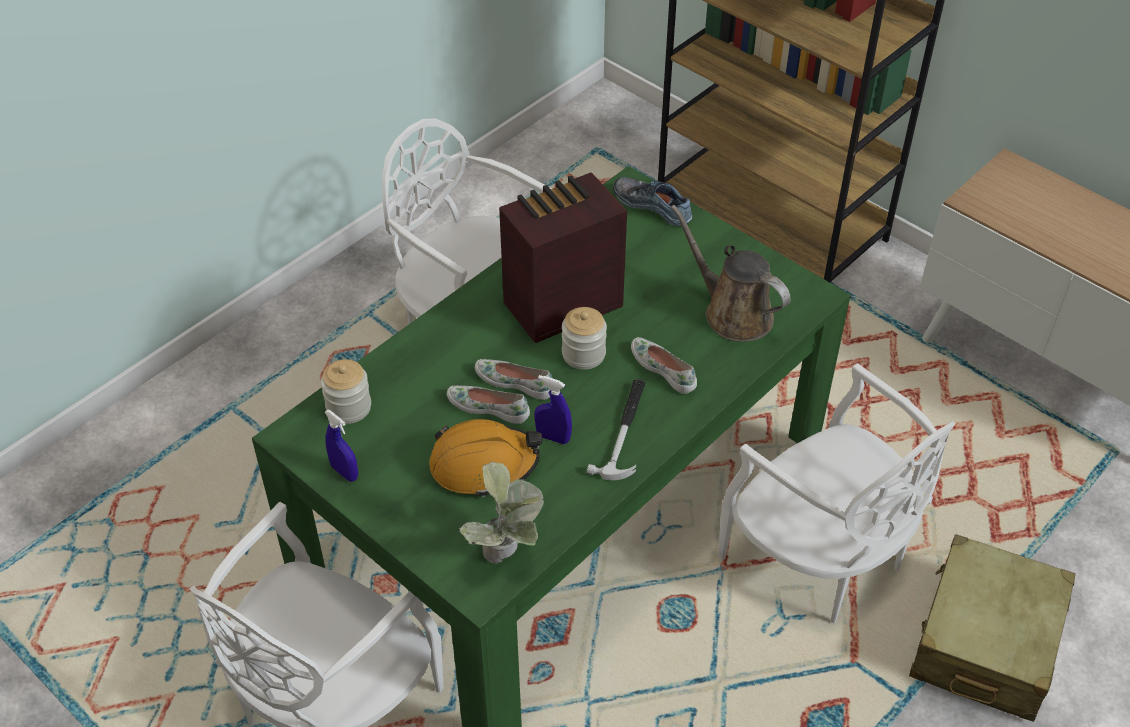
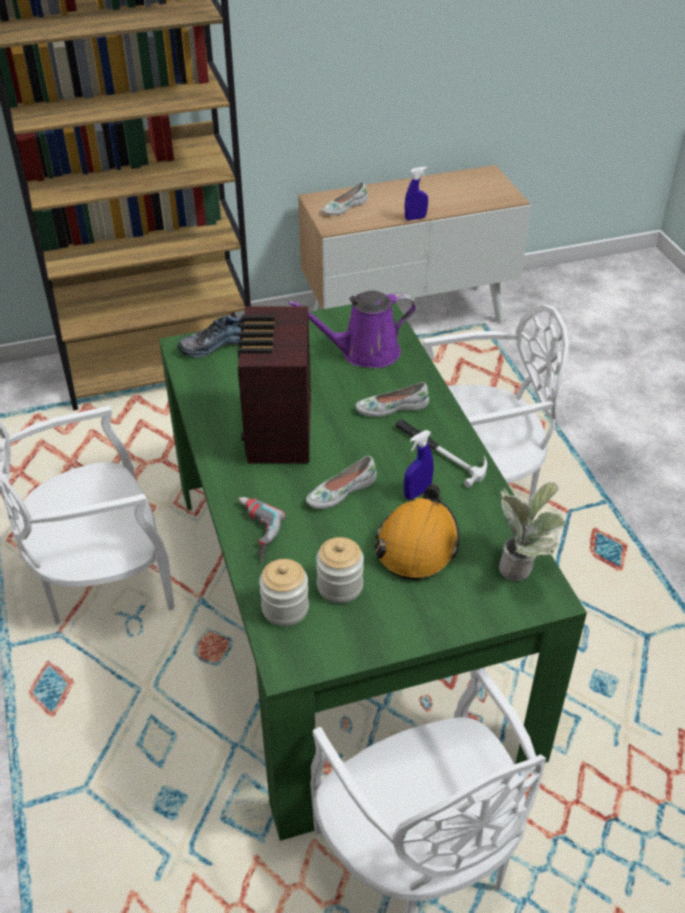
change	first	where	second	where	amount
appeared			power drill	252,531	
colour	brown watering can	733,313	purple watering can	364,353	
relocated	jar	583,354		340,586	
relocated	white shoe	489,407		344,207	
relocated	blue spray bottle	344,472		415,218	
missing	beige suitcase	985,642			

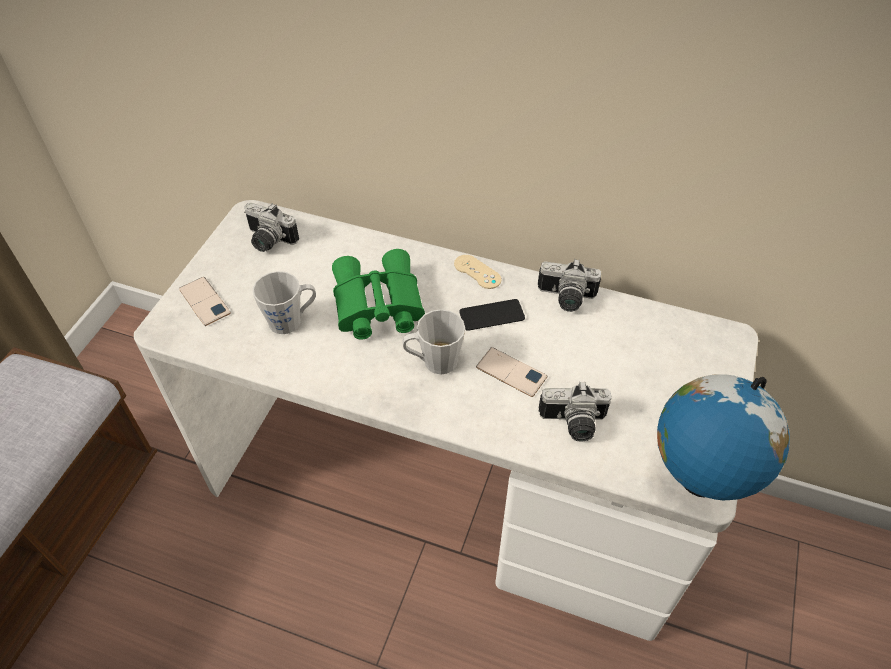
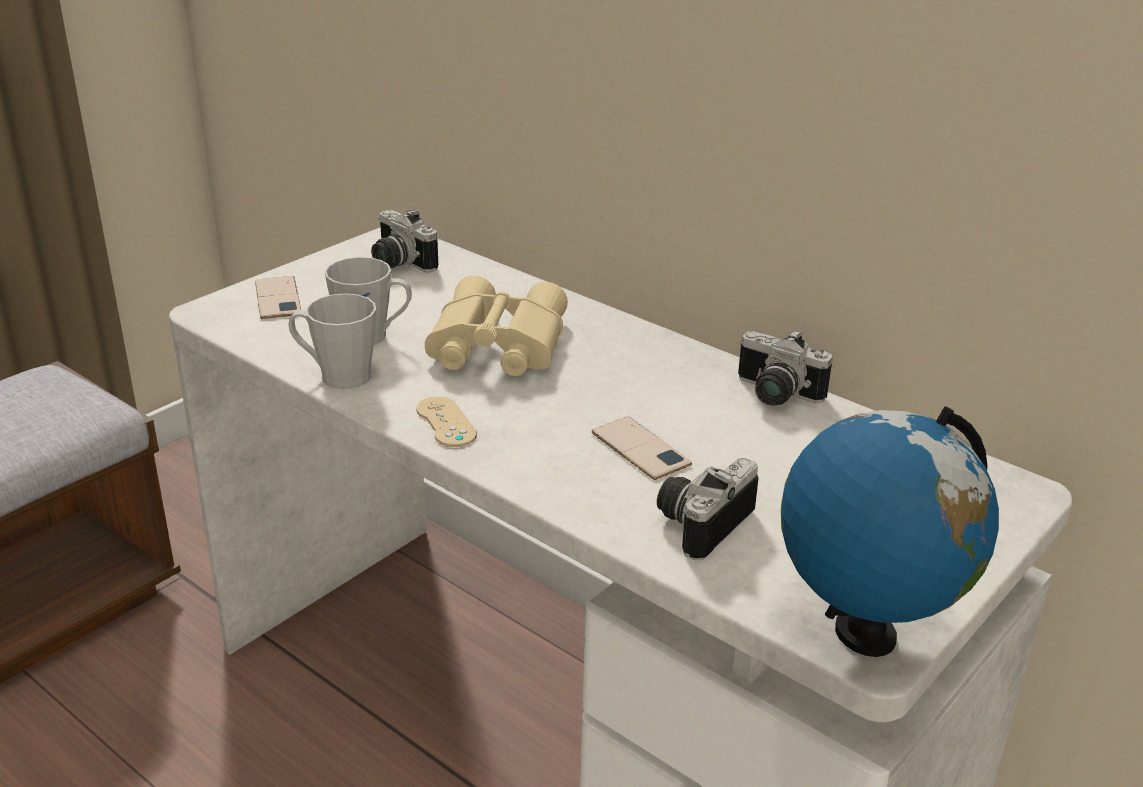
change	first	where	second	where	amount
relocated	grey mug	434,362		336,375	
relocated	beige game controller	477,272		446,422	
colour	green binoculars	376,305	beige binoculars	494,346	
spun	photo camera	573,424		699,523	105 degrees clockwise
missing	phone	492,315			

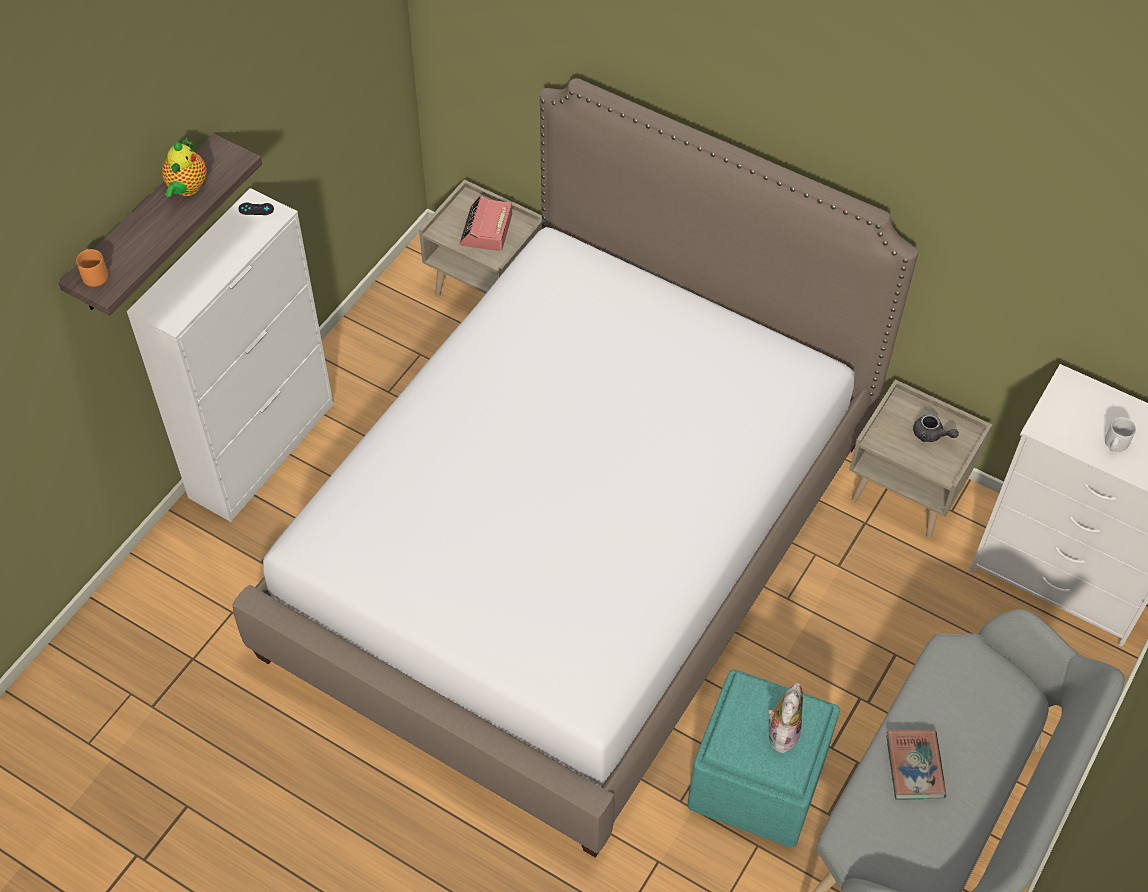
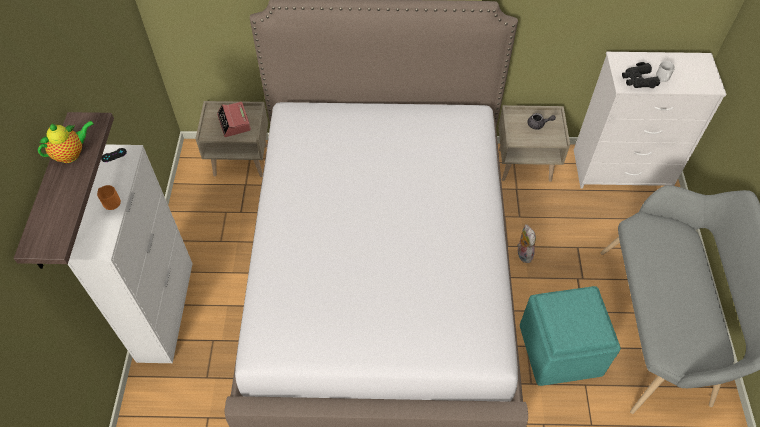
change	first	where	second	where	amount
spun	teapot	187,189		72,154	105 degrees counterclockwise
relocated	orange mug	94,274		110,202	
relocated	plush toy	781,732		523,253	
appeared			black binoculars	638,80	
missing	book	914,767			

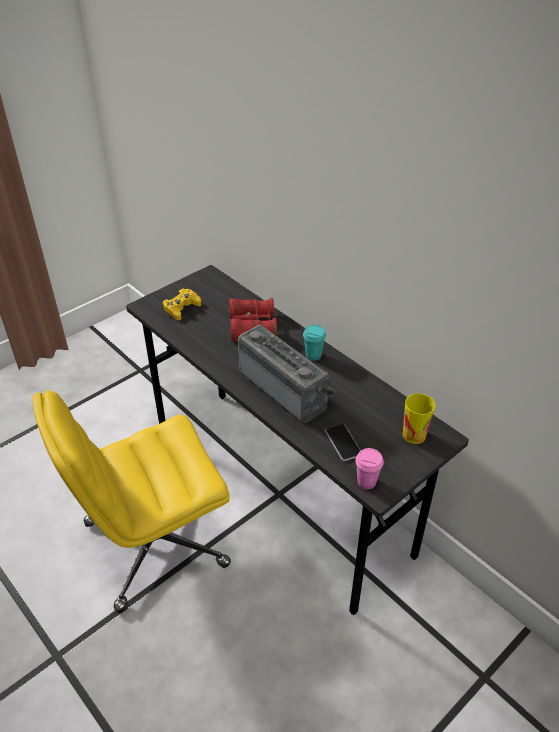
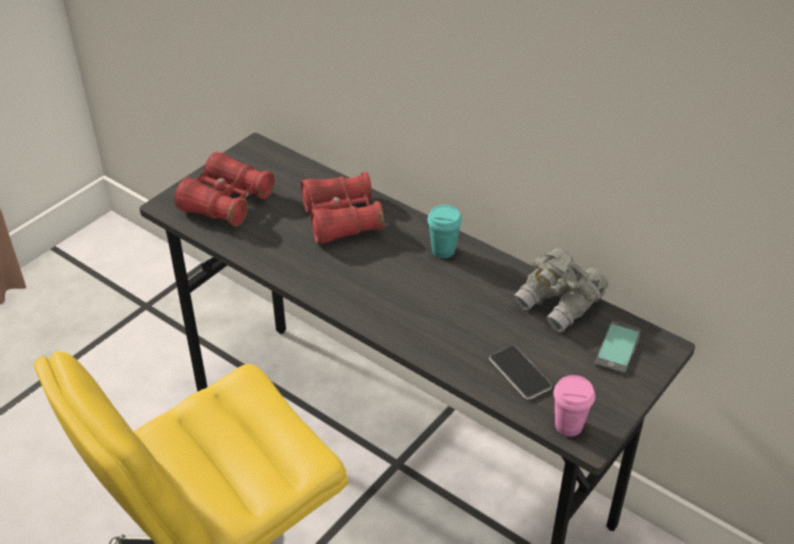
change	first	where	second	where	amount
exchanged	yellow game controller	181,308	red binoculars	227,202	
appeared			grey binoculars	559,304	
exchanged	cup	414,435	phone	618,349	
missing	radio	286,388			

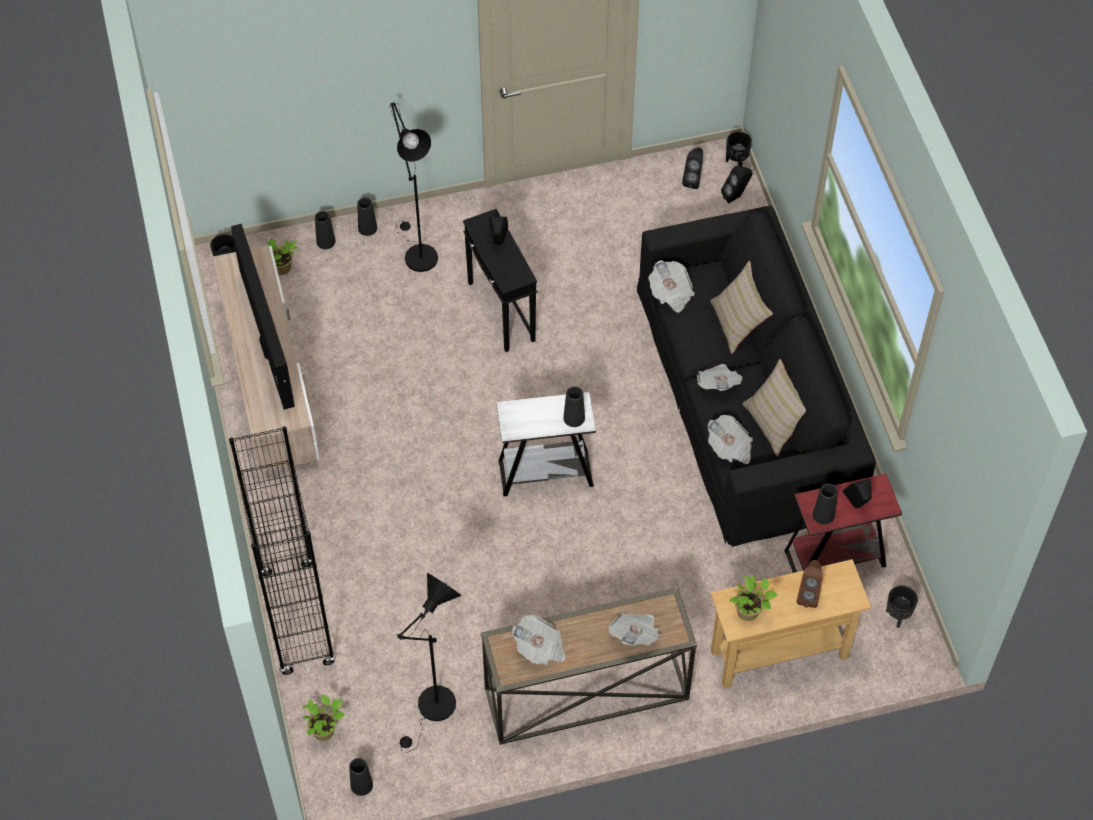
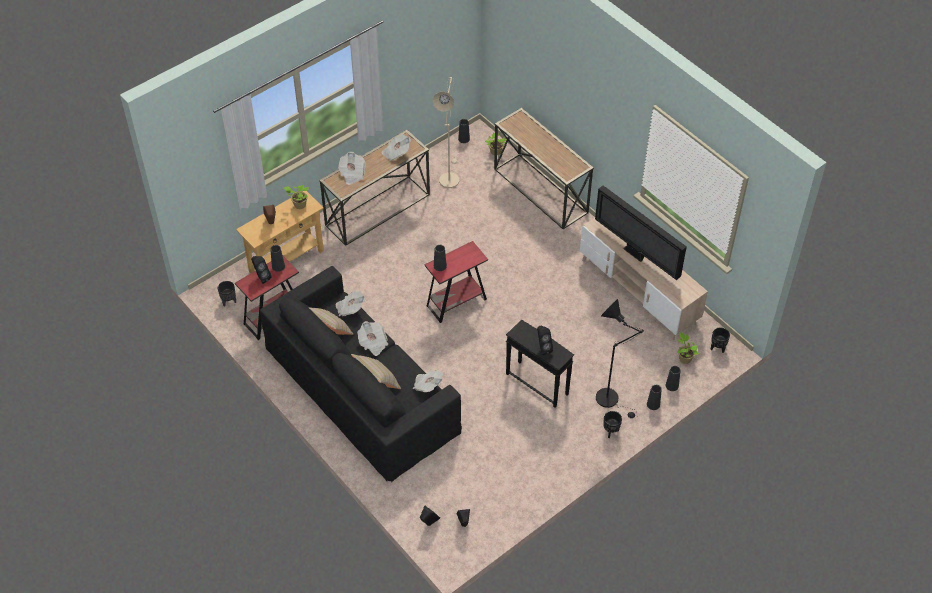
change	first	where	second	where	amount
colour	white side table	545,473	red side table	456,302	
colour	black floor lamp	433,710	beige floor lamp	449,177	
exchanged	black bookcase	297,618	console table	541,190	
relocated	black planter	737,162		610,432	

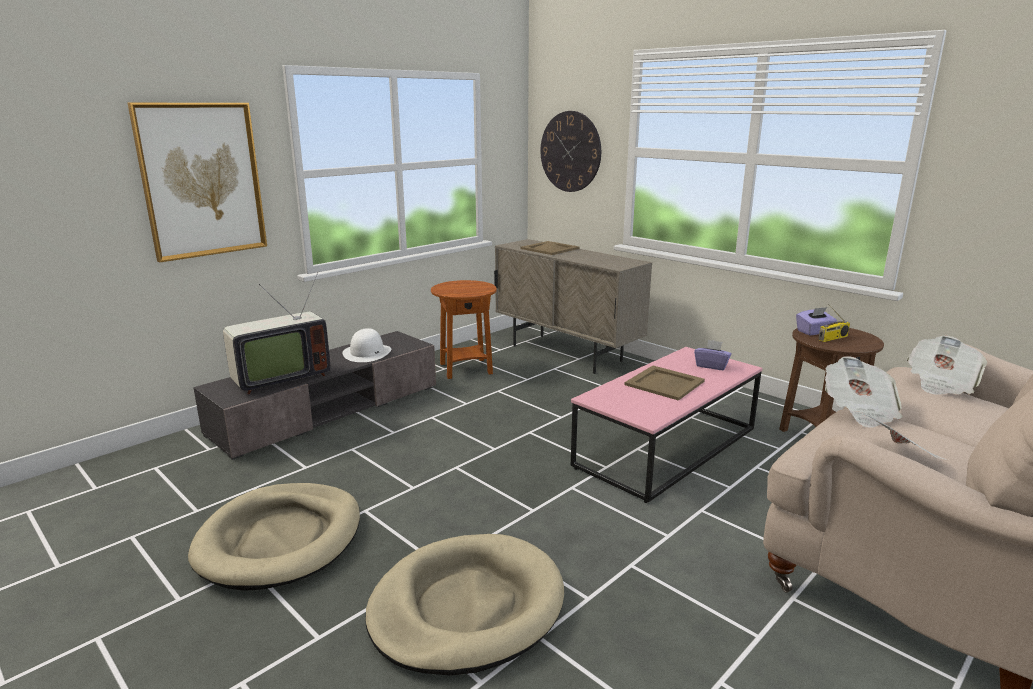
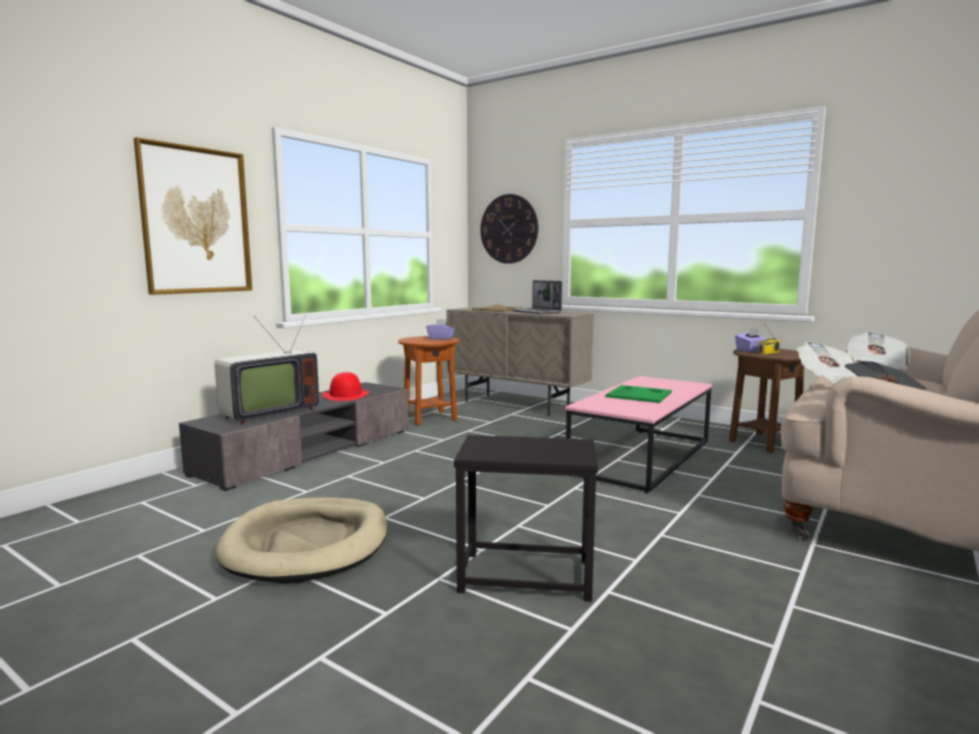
change	first	where	second	where	amount
colour	white hat	367,353	red hat	346,395	
relocated	purple tissue box	711,366		440,339	
exchanged	beige dog bed	466,607	black side table	525,577	
appeared			laptop	536,312	
colour	beige tray	663,383	green tray	638,394	

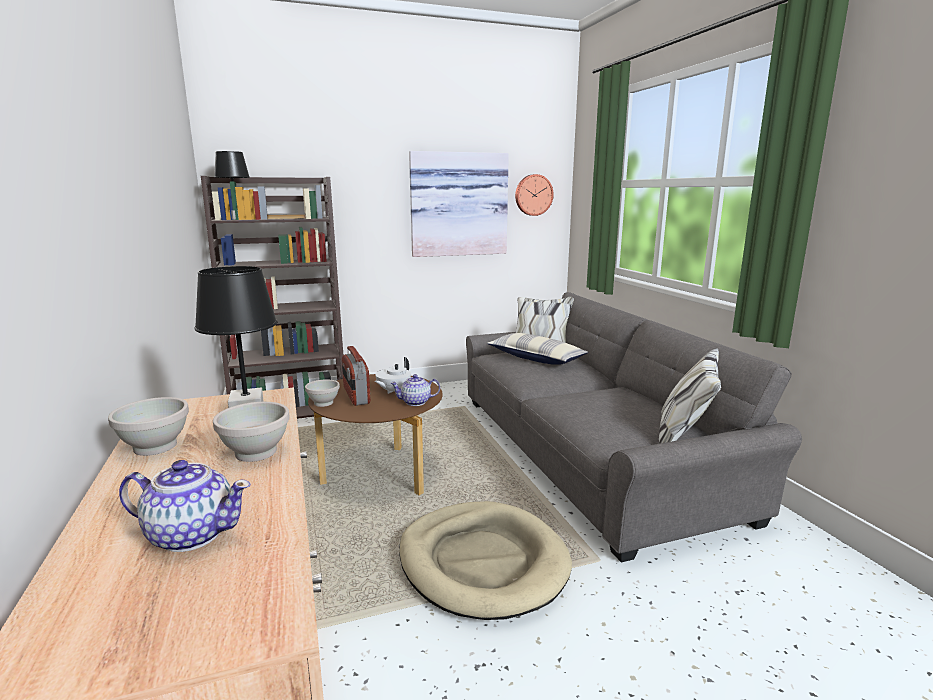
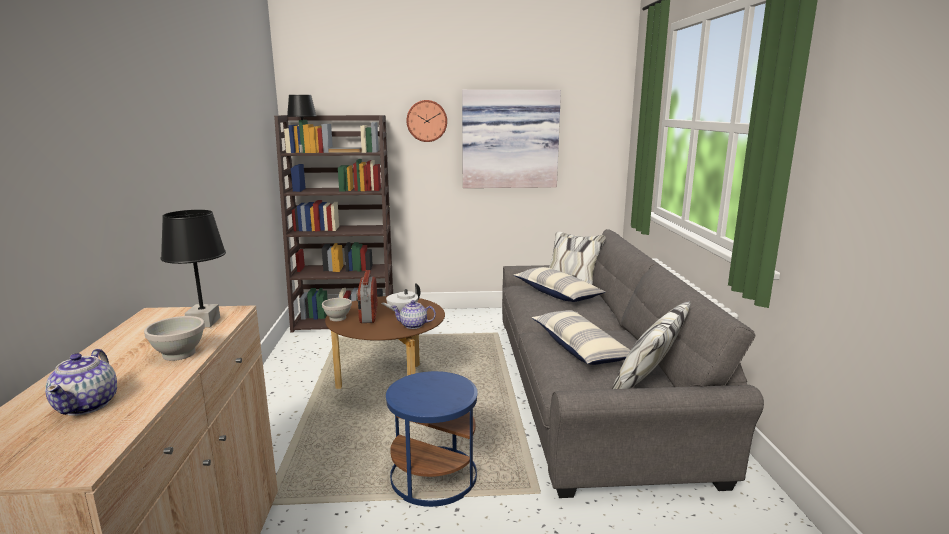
change	first	where	second	where	amount
spun	teapot	191,534		88,405	60 degrees clockwise
exchanged	beige dog bed	482,562	blue side table	433,476	
relocated	wall clock	533,195		427,121	
appeared			pillow	580,348	
missing	white bowl	154,447			

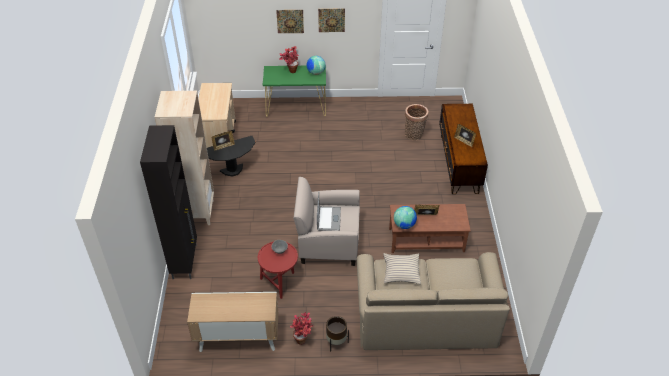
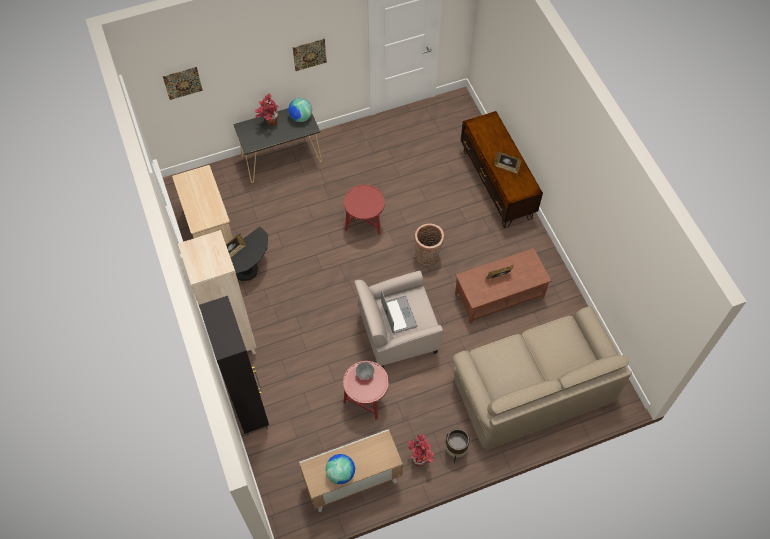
change	first	where	second	where	amount
relocated	picture	290,21		182,83	
colour	green console table	296,107	black console table	281,159	
relocated	globe	404,225		341,473	
appeared			red side table	365,224	
relocated	basket	414,135		427,256	
missing	beige pillow	401,271			

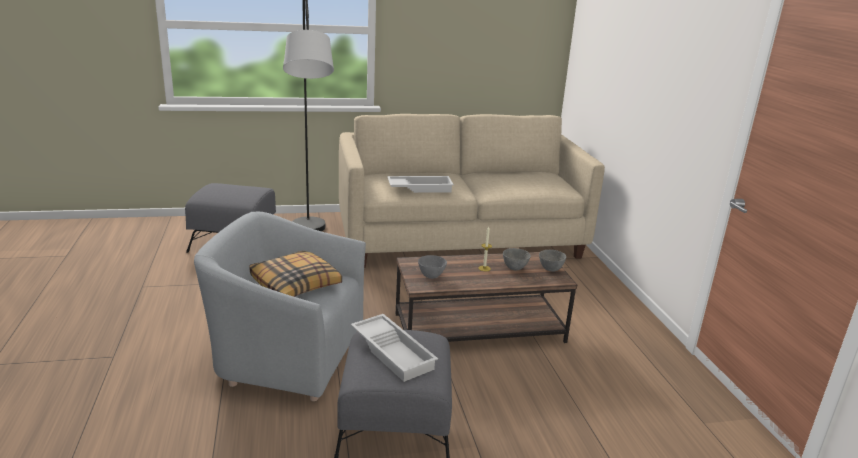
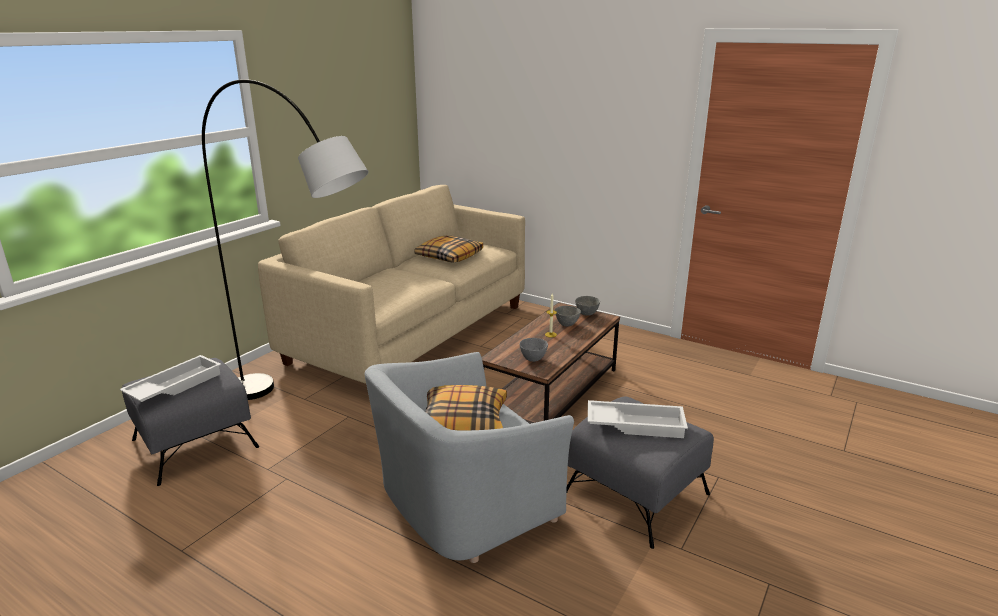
change	first	where	second	where	amount
relocated	white tray	420,188		174,385	
appeared			pillow	449,256	

